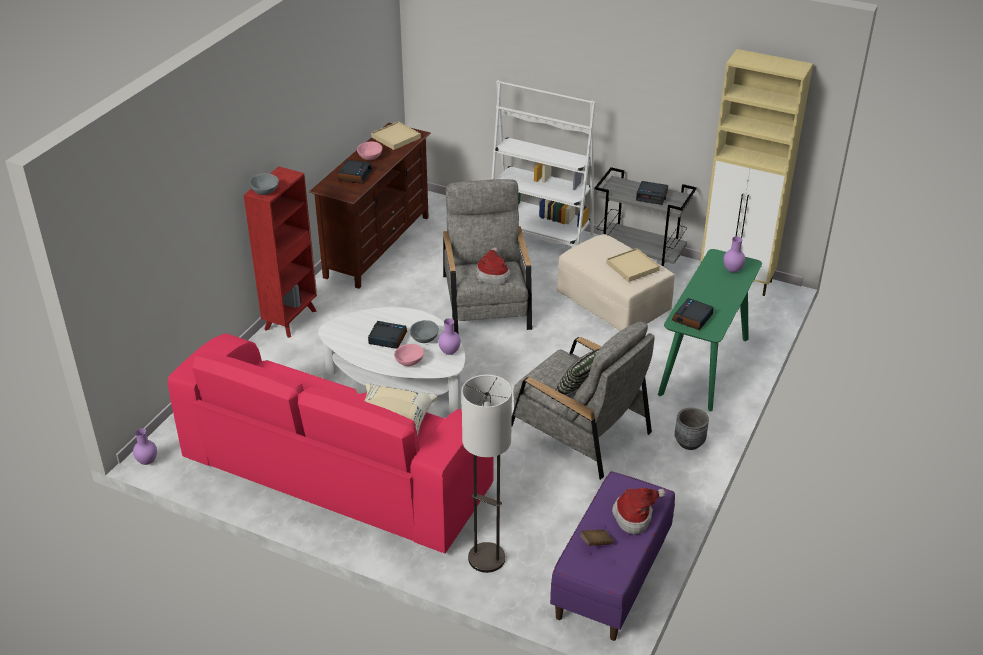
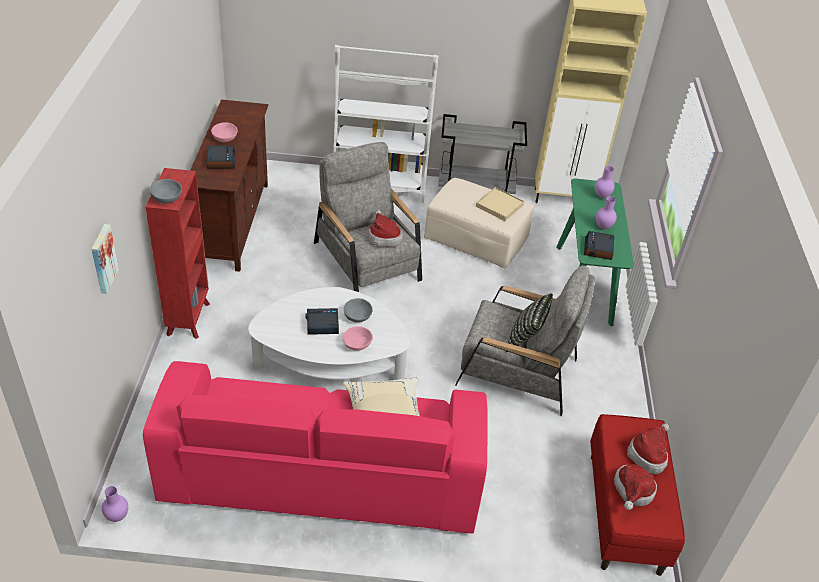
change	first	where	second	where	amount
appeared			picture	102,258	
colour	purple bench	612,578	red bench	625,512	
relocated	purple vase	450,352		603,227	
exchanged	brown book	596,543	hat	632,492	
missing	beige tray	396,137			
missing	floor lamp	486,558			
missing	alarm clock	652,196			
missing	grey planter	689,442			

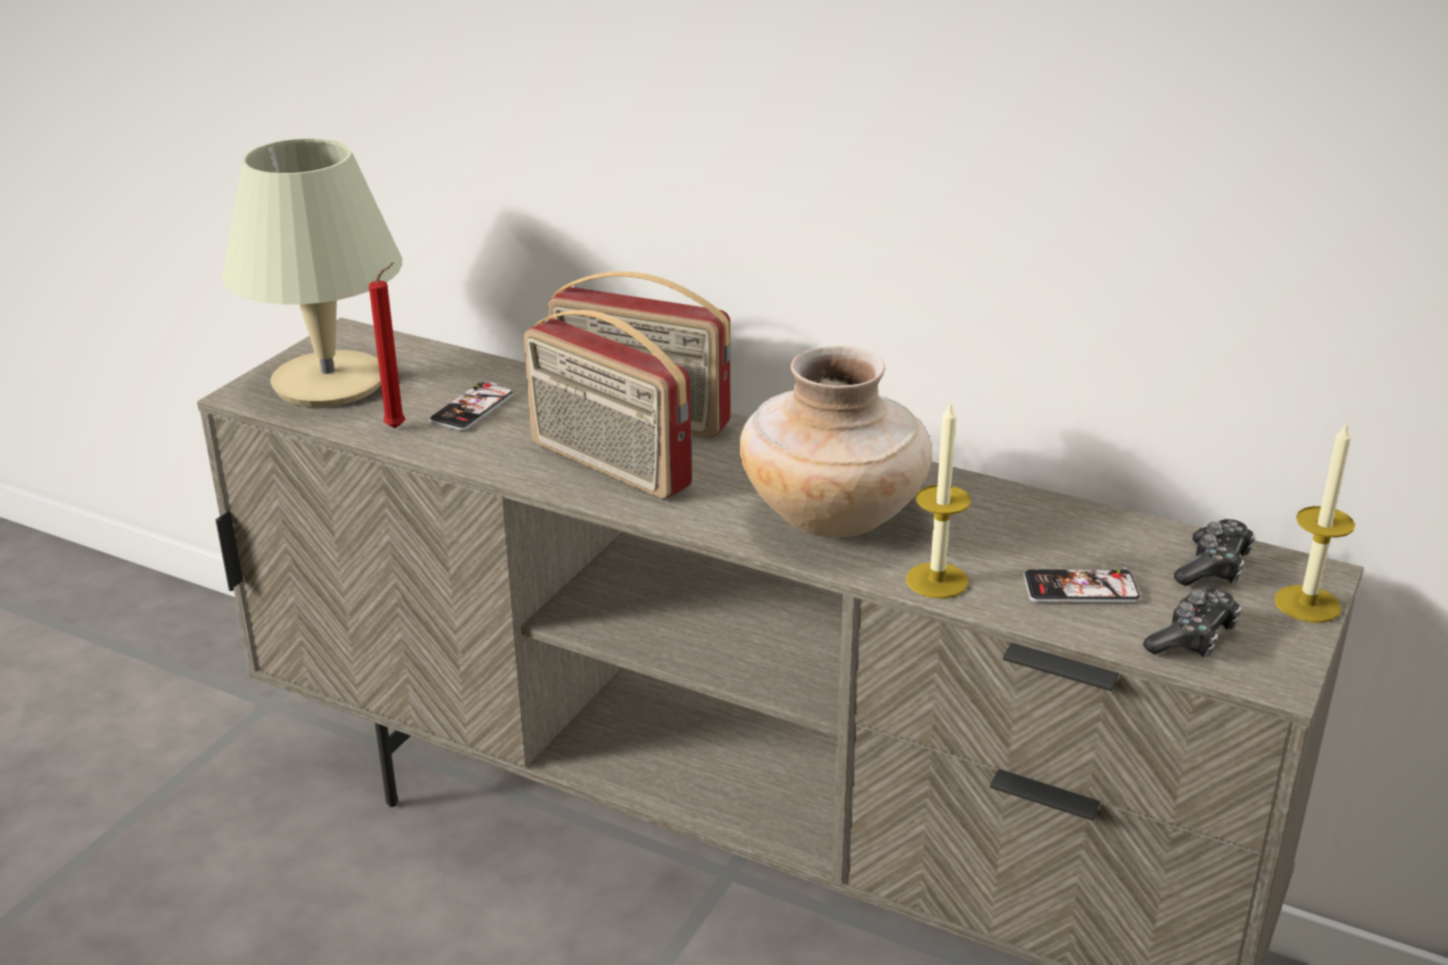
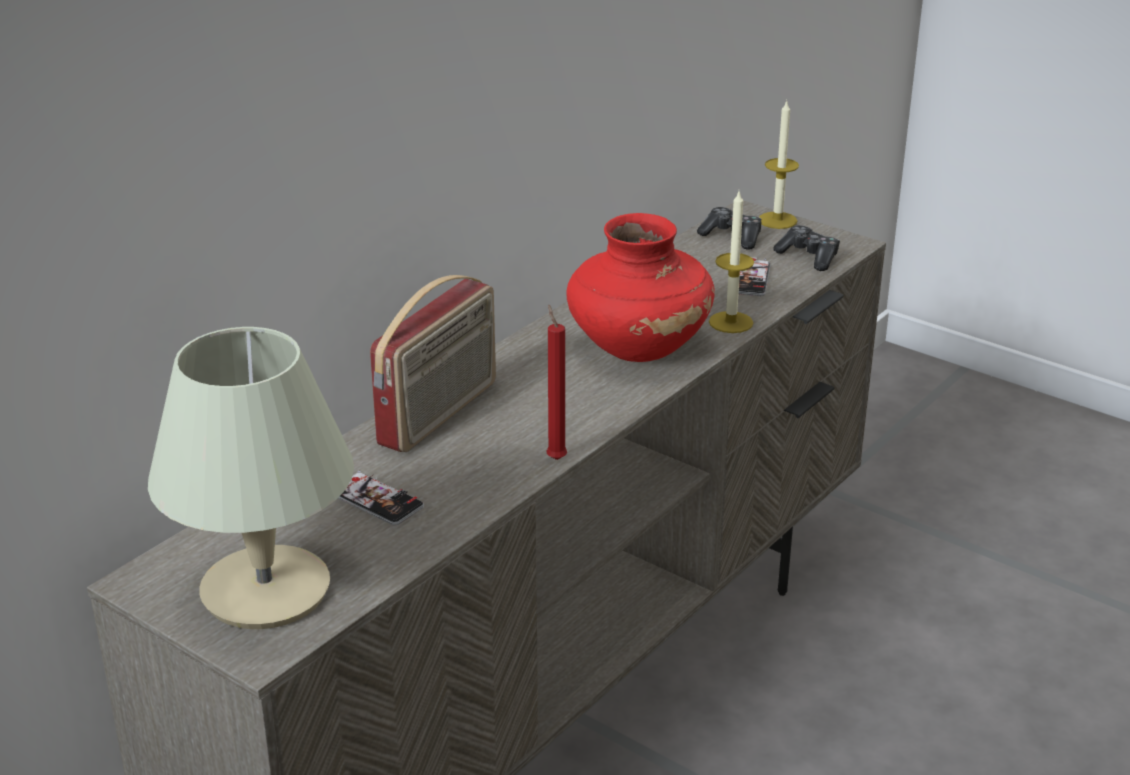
change	first	where	second	where	amount
relocated	red candle	399,427		555,457	
colour	beige vase	834,518	red vase	638,348	
missing	radio	607,466			

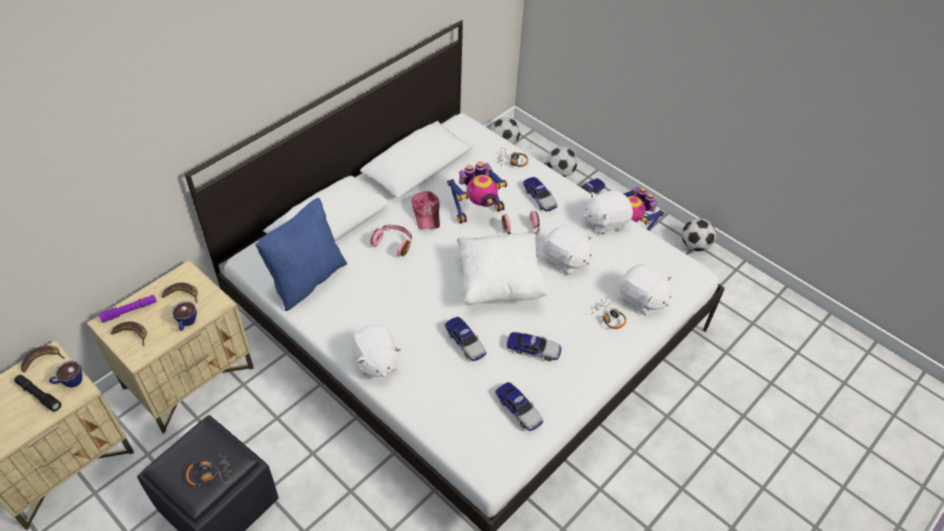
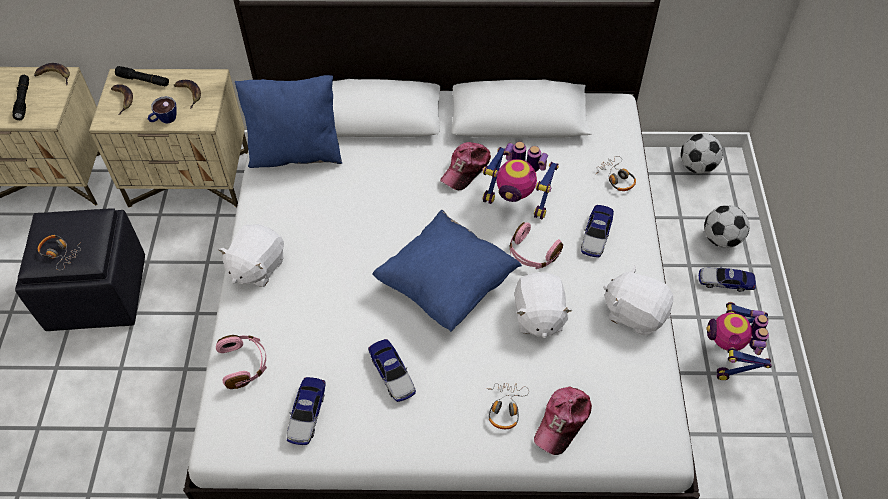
change	first	where	second	where	amount
colour	purple flashlight	129,311	black flashlight	143,80	
relocated	pink headphones	393,243		244,364	
colour	white pillow	500,282	blue pillow	446,286	
exchanged	white plush toy	641,299	cap	563,422	
missing	cup	69,382			
missing	toy car	465,342			
missing	football	695,245			

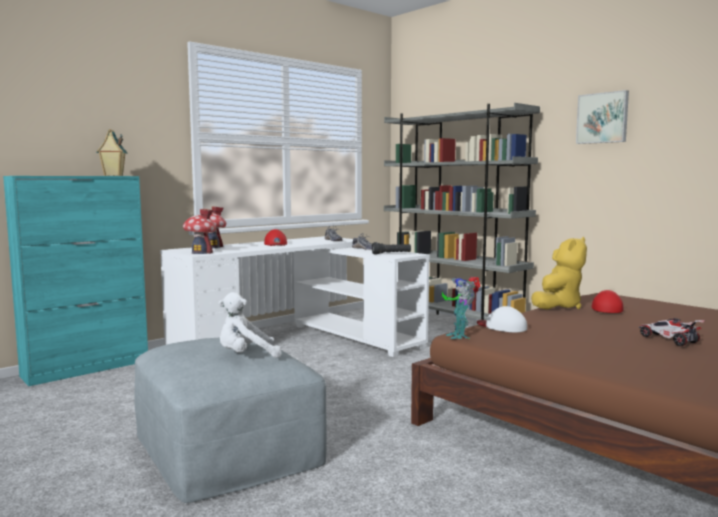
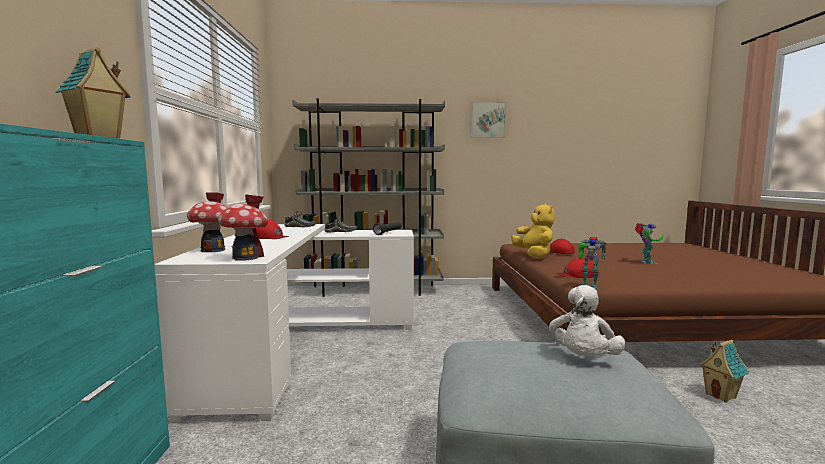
change	first	where	second	where	amount
colour	white cap	502,327	red cap	577,275	
exchanged	toy car	668,340	toy robot	646,262	
appeared			toy house	721,396	

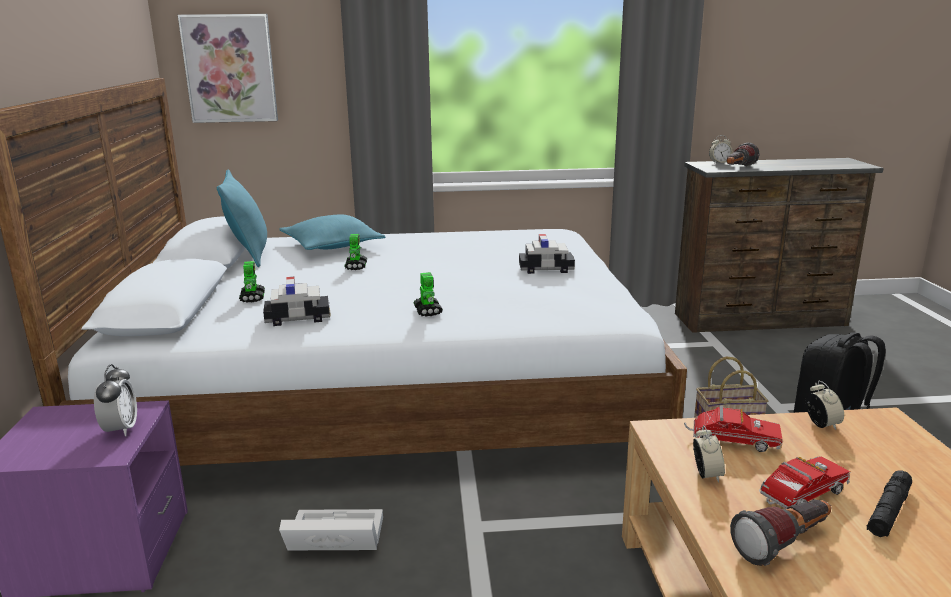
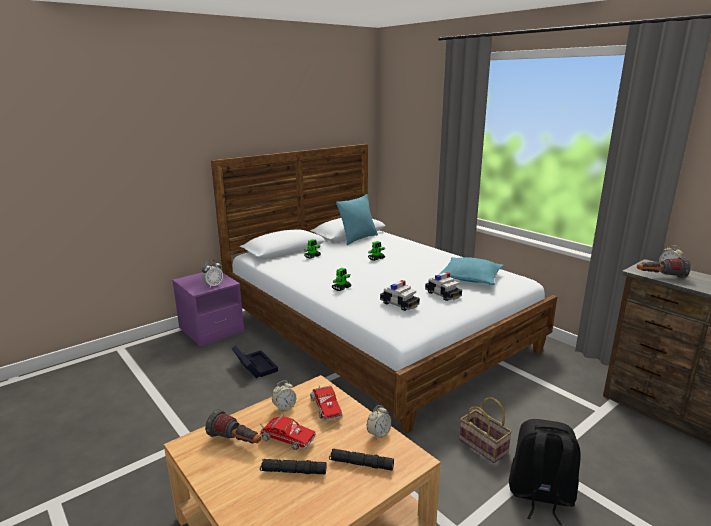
change	first	where	second	where	amount
colour	white storage box	332,539	black storage box	254,366	
appeared			black flashlight	361,464	
relocated	toy car	298,318		399,304	
relocated	turquoise pillow	332,245		470,278	
missing	picture	230,69			

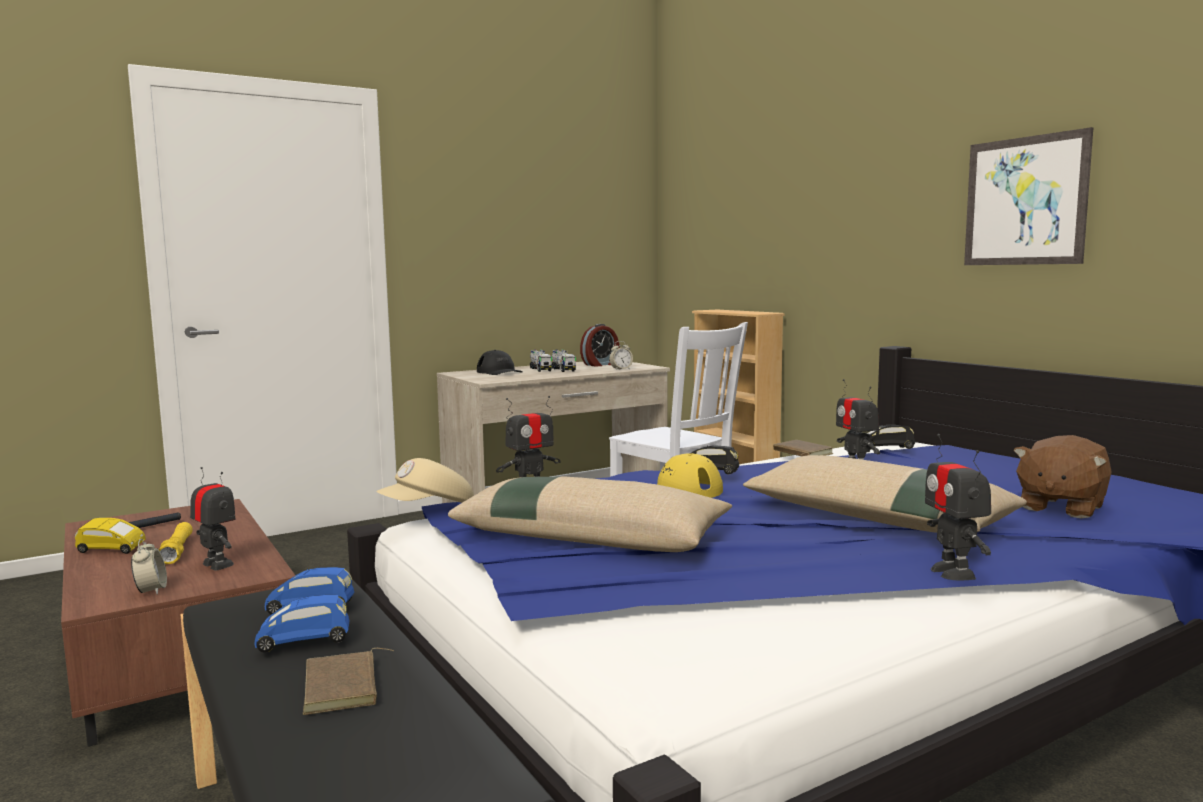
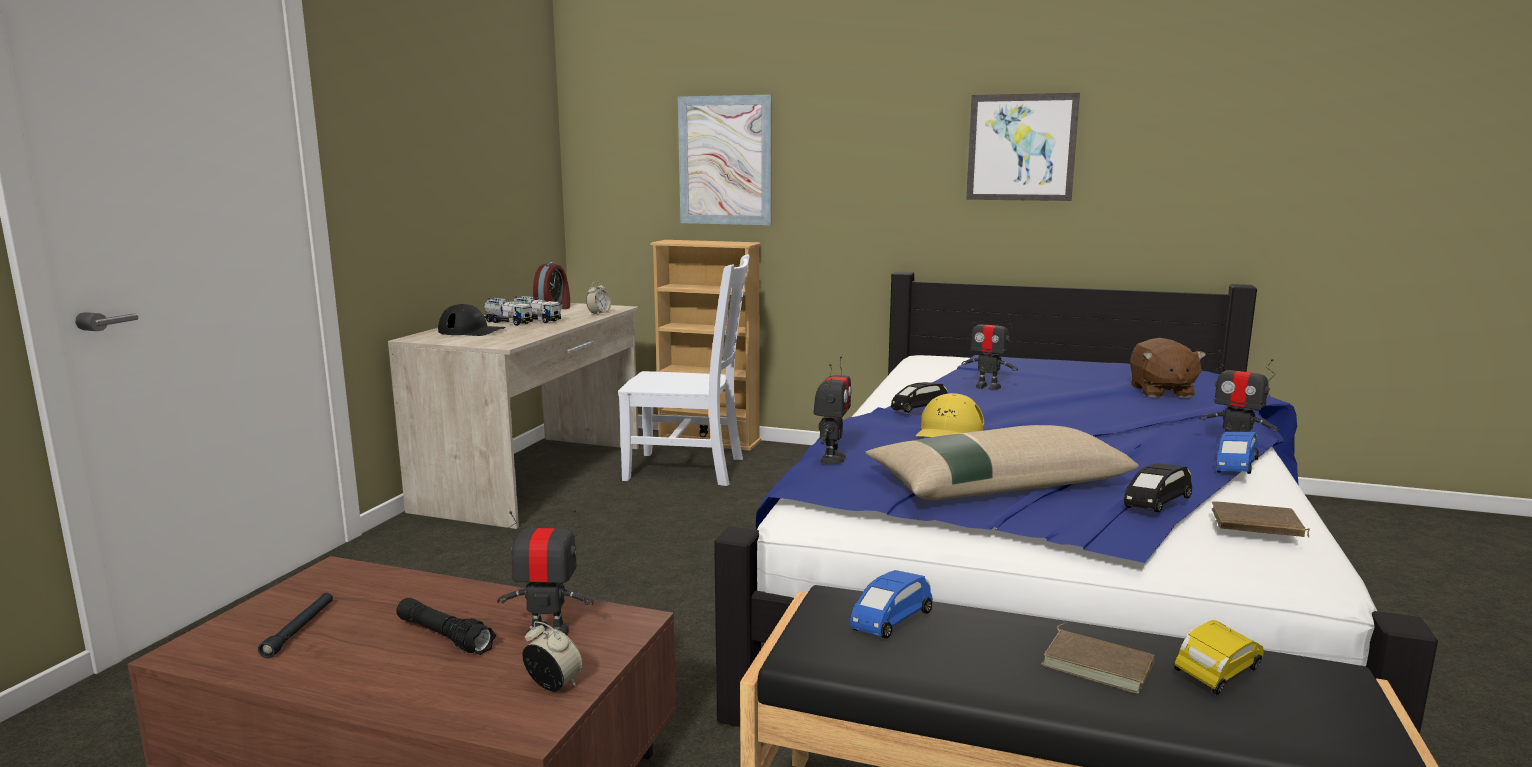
change	first	where	second	where	amount
colour	yellow flashlight	177,551	black flashlight	444,636	
appeared			picture	725,160	
relocated	black toy car	885,450		1155,504	
relocated	yellow toy car	110,550		1219,674	
relocated	brown book	801,453		1256,525	
relocated	blue toy car	304,643		1234,467	
missing	beige cap	429,509			
missing	beige pillow	876,518			

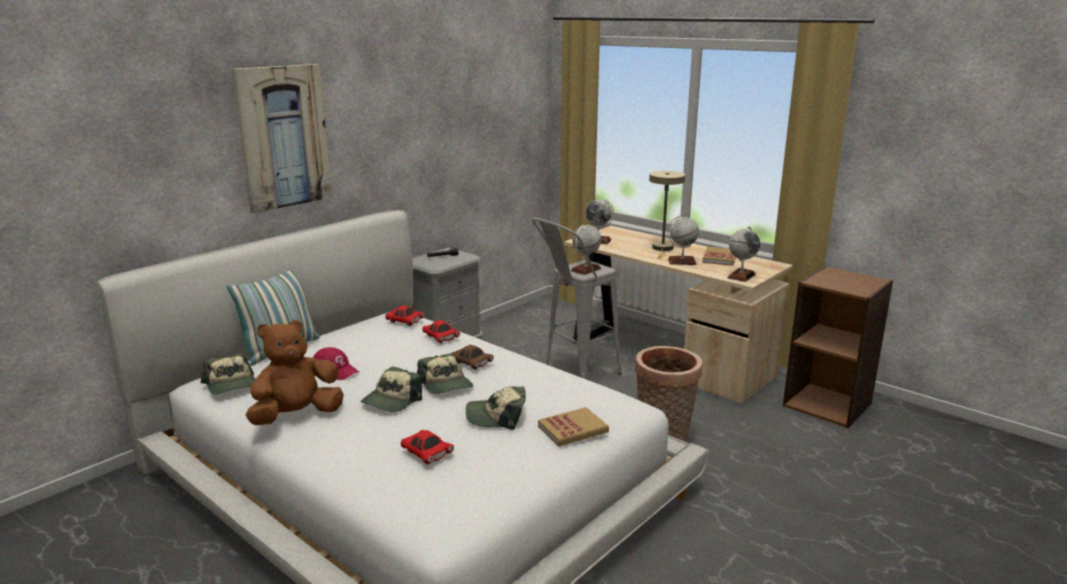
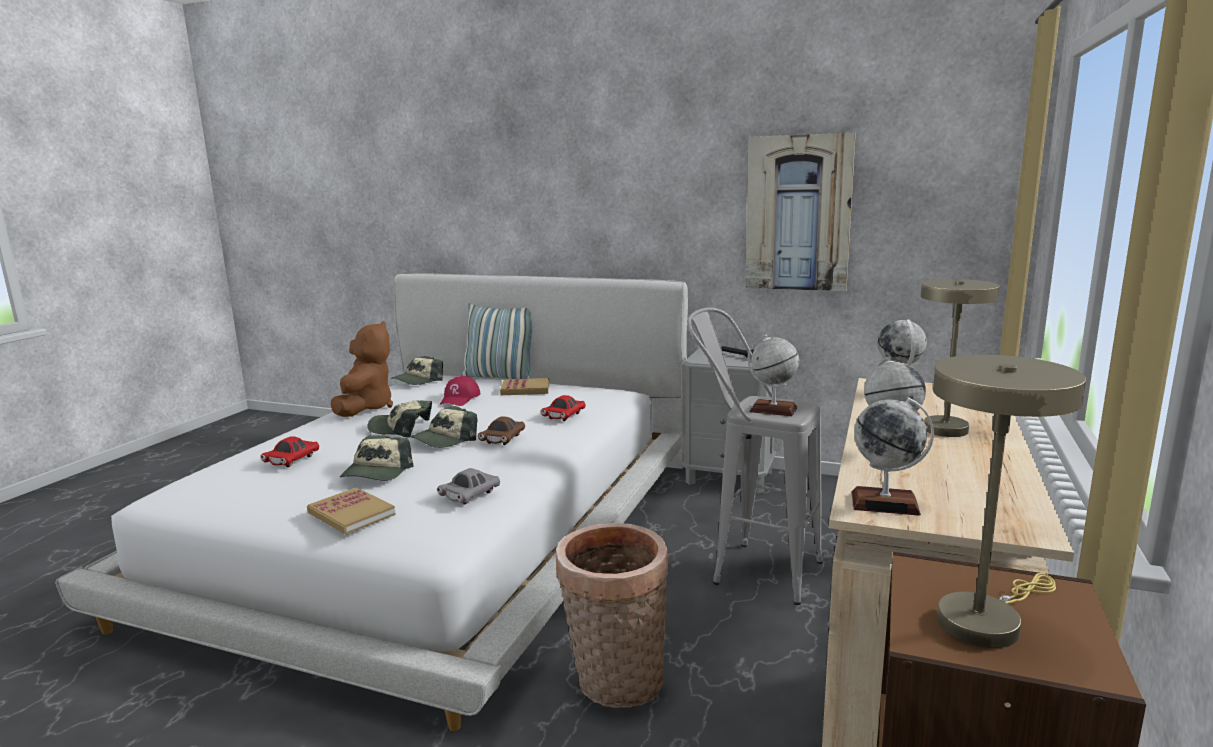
change	first	where	second	where	amount
spun	brown plush toy	296,416		365,408	60 degrees clockwise
spun	cap	497,416		376,473	150 degrees counterclockwise
appeared			grey toy car	470,496	
relocated	book	719,258		525,389	
relocated	picture	283,137		798,213	
appeared			beige table lamp	984,619	
missing	red toy car	404,322			

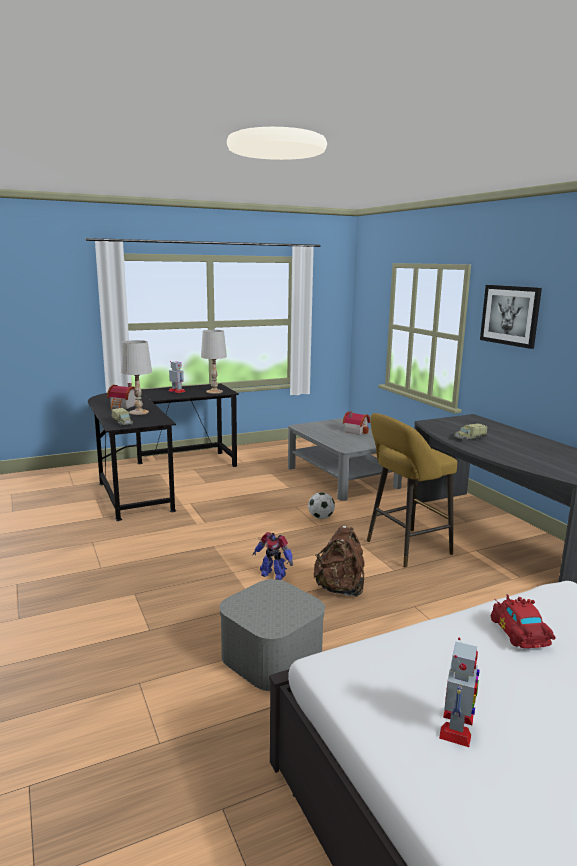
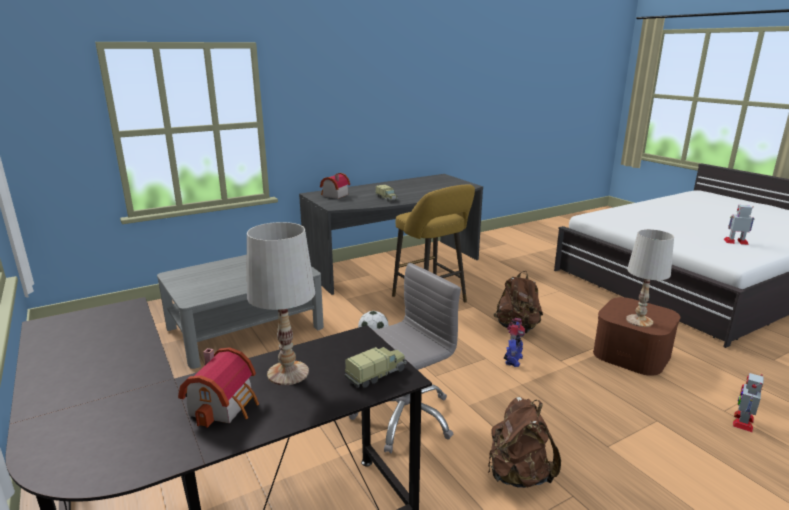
change	first	where	second	where	amount
relocated	toy house	356,431		333,195	
appeared			grey office chair	404,417	
appeared			brown backpack	518,475	
colour	grey storage box	271,656	brown storage box	632,353	
relocated	white table lamp	214,391		639,320	
relocated	toy robot	177,391		743,421	
missing	picture	510,315			
missing	red toy car	519,633			

